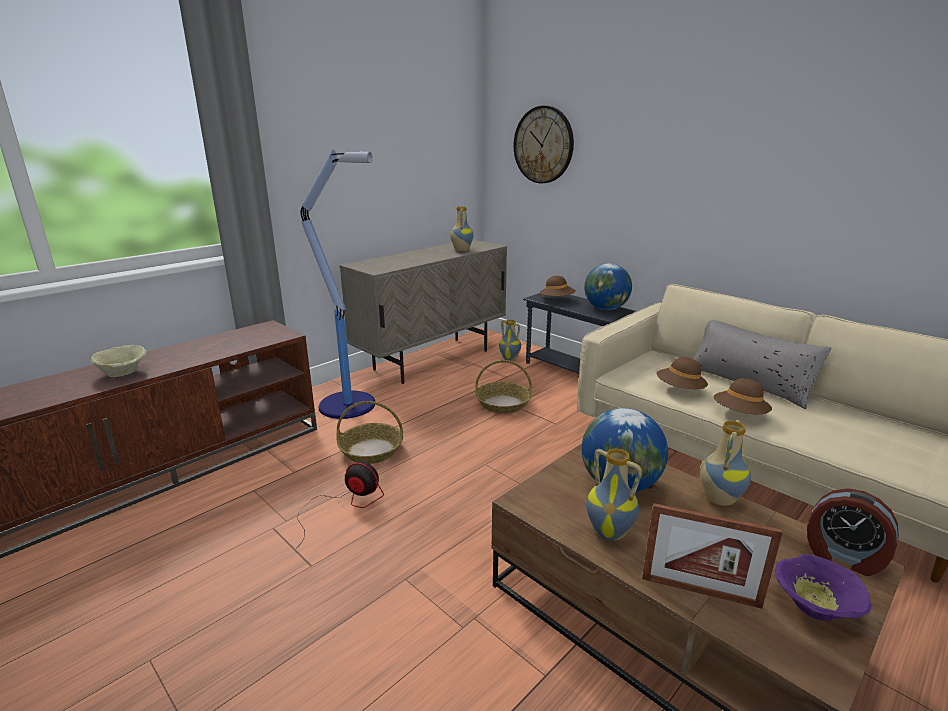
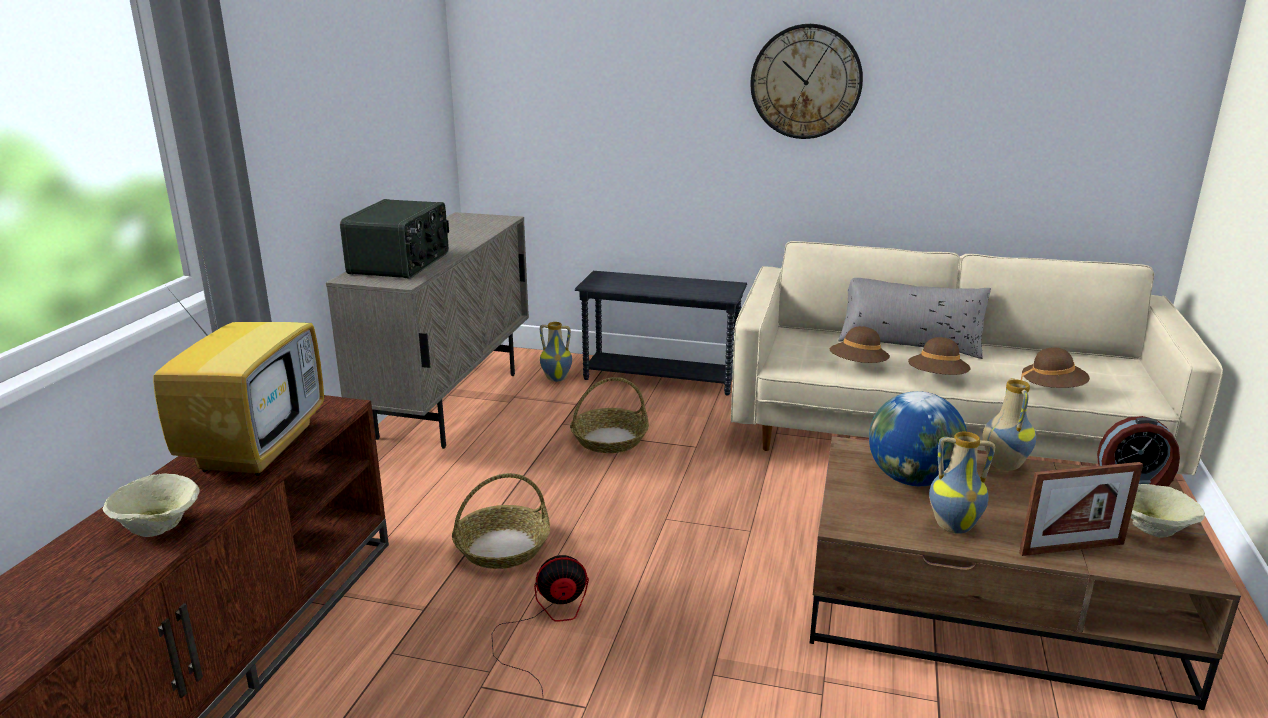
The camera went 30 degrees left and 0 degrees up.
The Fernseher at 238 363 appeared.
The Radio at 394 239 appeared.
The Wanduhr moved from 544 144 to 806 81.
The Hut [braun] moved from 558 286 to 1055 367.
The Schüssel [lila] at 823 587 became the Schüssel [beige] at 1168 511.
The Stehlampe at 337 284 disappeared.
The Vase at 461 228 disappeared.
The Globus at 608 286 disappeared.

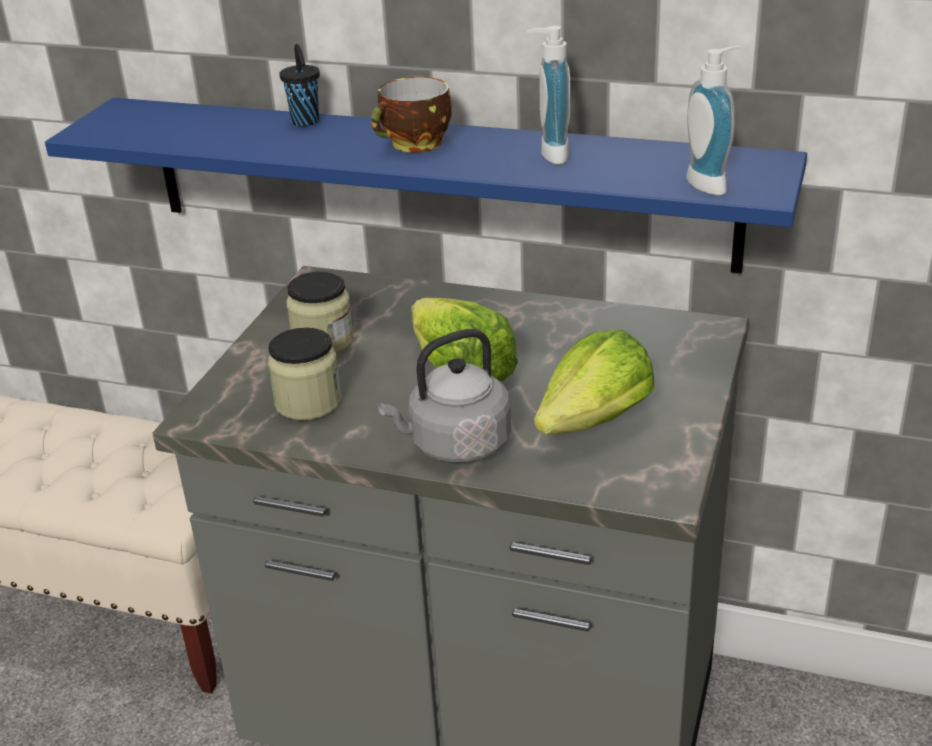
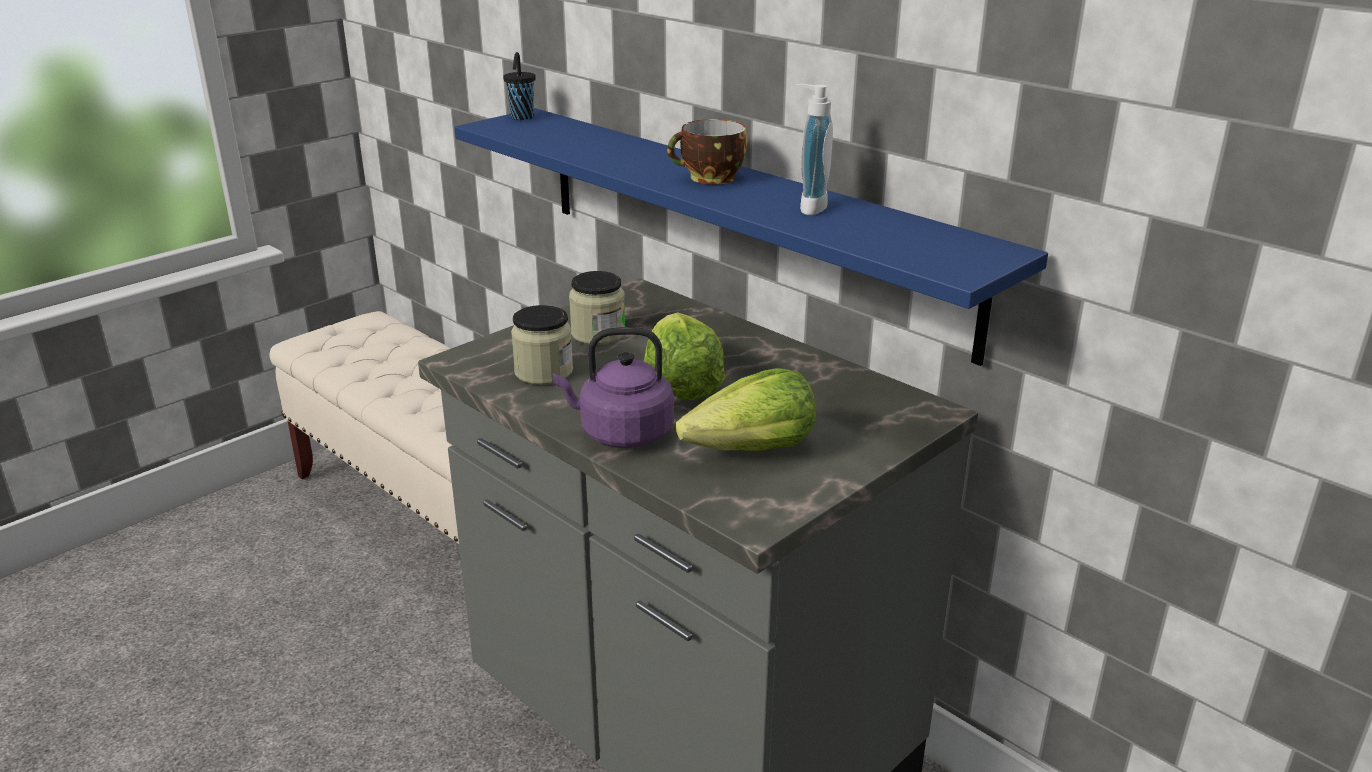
The camera went 25 degrees right and 5 degrees down.
The Tasse [schwarz] moved from 299 85 to 519 86.
The Wasserkessel [grau] at 444 396 became the Wasserkessel [lila] at 613 387.
The Seifenspender at 713 120 disappeared.

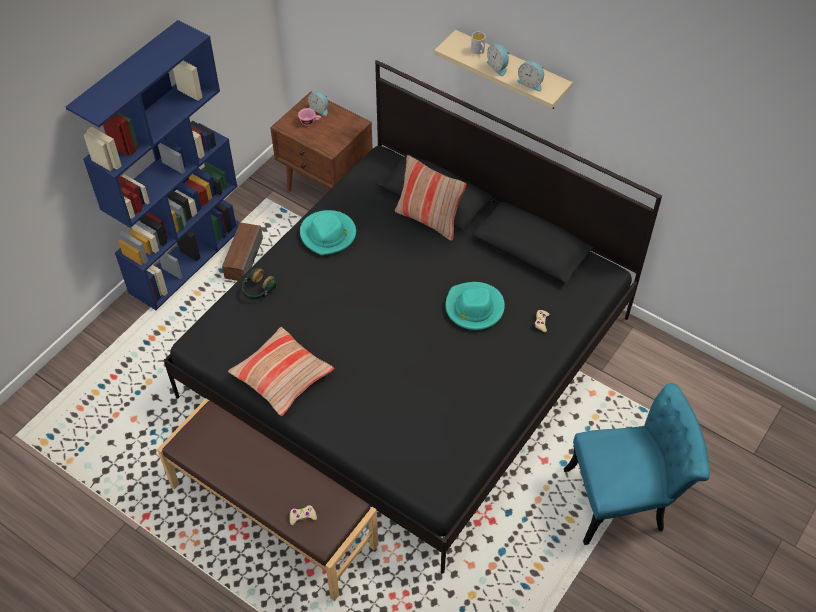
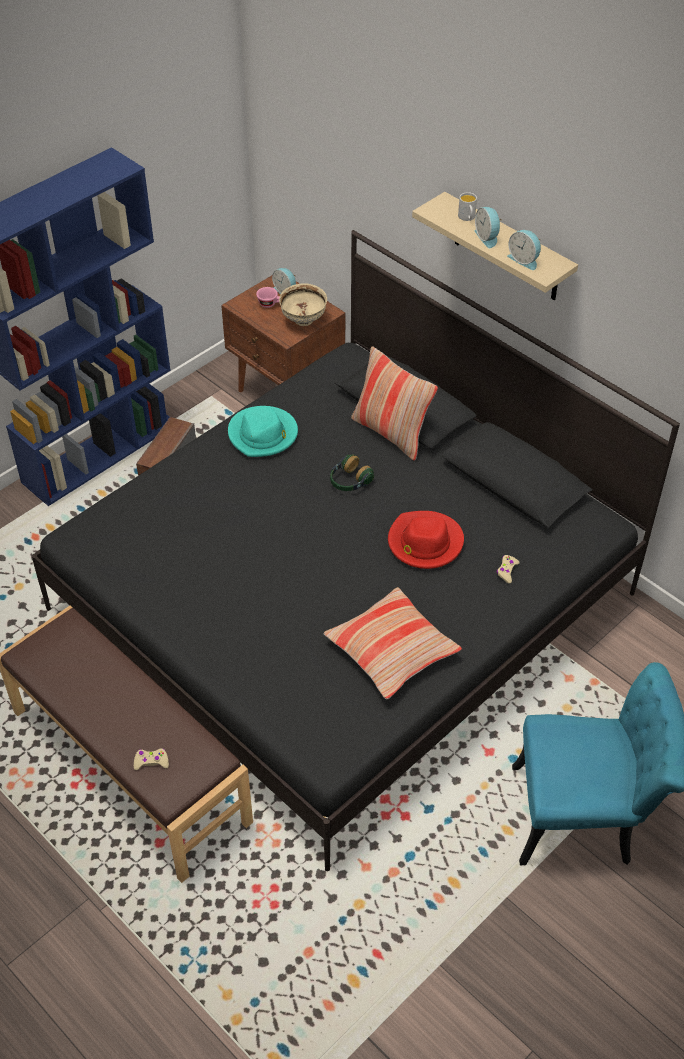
The camera went 10 degrees right and 5 degrees down.
The Schüssel [beige] at 303 304 appeared.
The Kissen moved from 281 371 to 392 643.
The Kopfhörer moved from 259 283 to 352 472.
The Hut [türkis] at 475 306 became the Hut [rot] at 426 540.

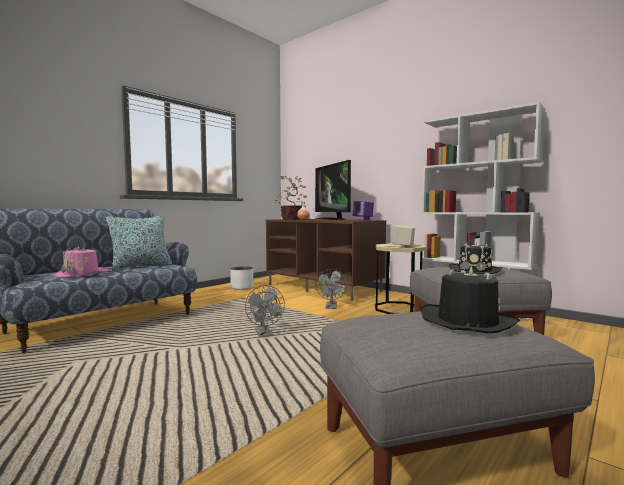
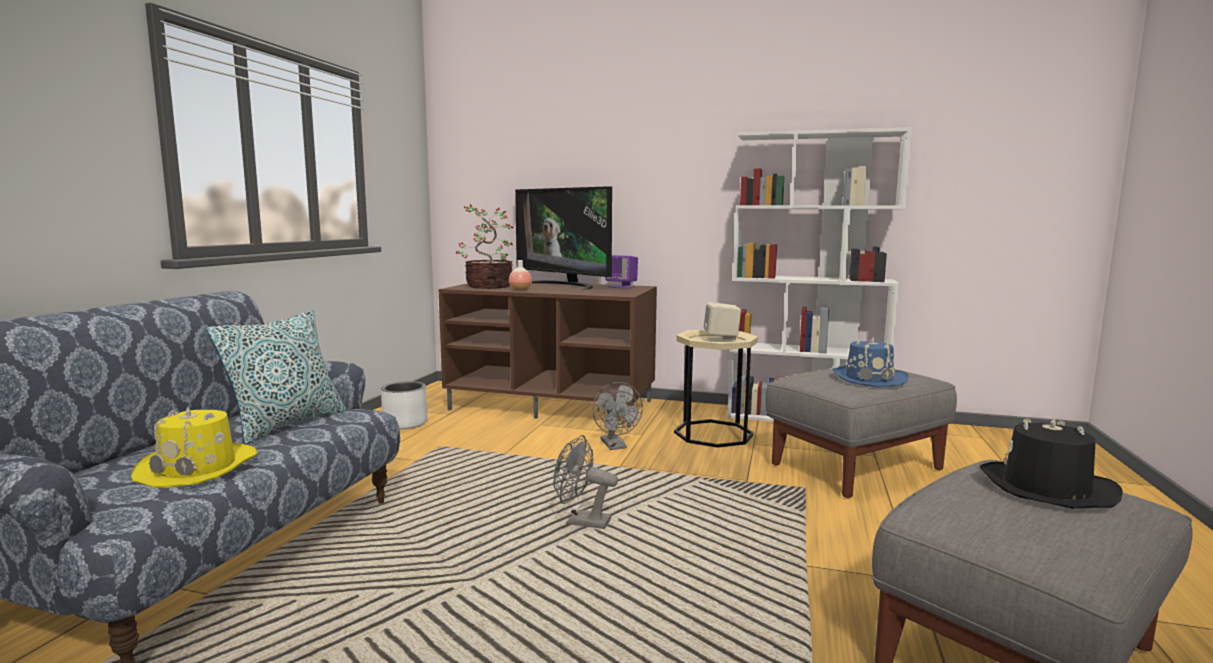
The camera went 25 degrees left and 5 degrees up.
The Hut [rosa] at 81 262 became the Hut [gelb] at 194 447.
The Ventilator [grau] at 265 311 turned 150 degrees clockwise.
The Hut [schwarz] at 475 257 became the Hut [blau] at 870 362.

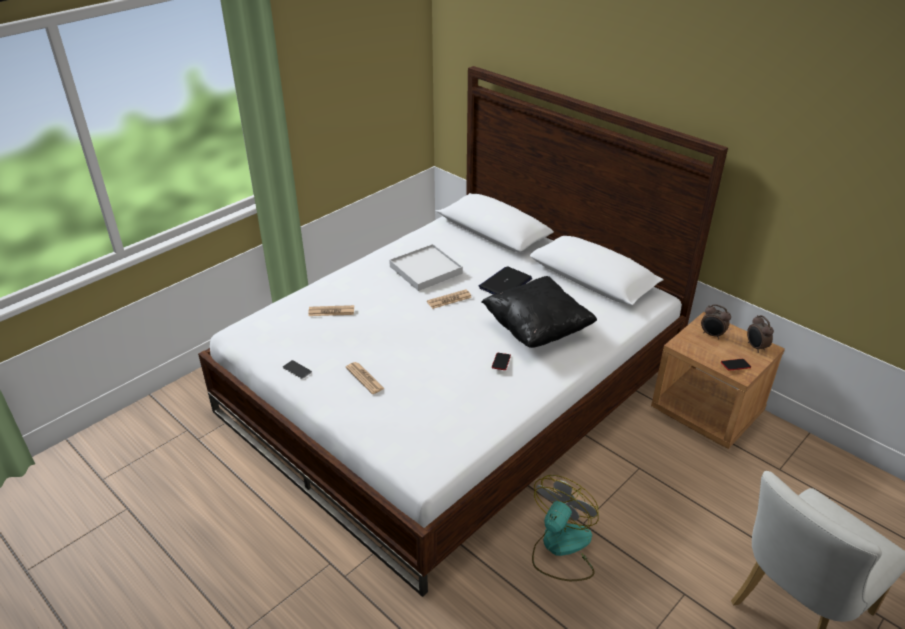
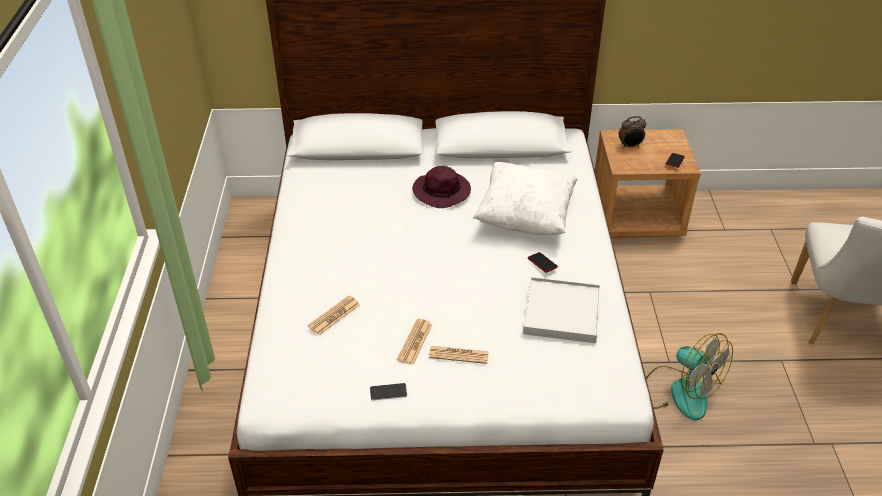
The camera went 45 degrees left and 5 degrees up.
The Zeitung moved from 449 299 to 415 342.
The Laptop at 505 280 was replaced by the Hut [lila] at 441 187.
The Kissen [schwarz] at 539 312 became the Kissen [weiß] at 525 198.
The Tablett [weiß] moved from 426 267 to 561 310.
The Ventilator at 565 528 turned 150 degrees clockwise.
The Wecker at 760 334 disappeared.

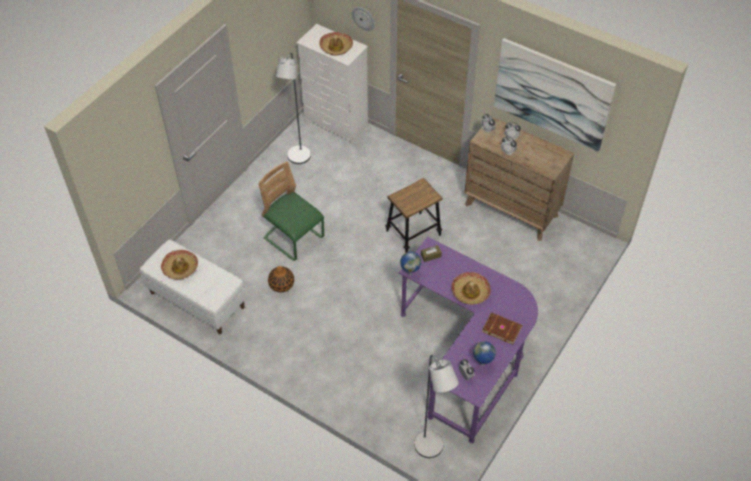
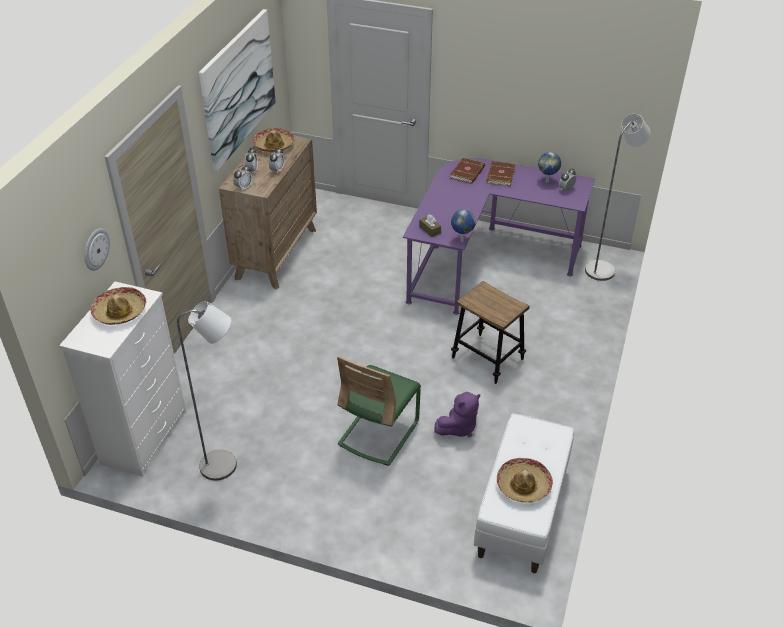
The camera went 105 degrees left and 10 degrees down.
The Hut moved from 471 288 to 273 140.
The Vase at 281 279 was replaced by the Plüschtier [lila] at 457 414.
The Buch [braun] at 467 171 appeared.
The Hocker moved from 413 215 to 490 332.

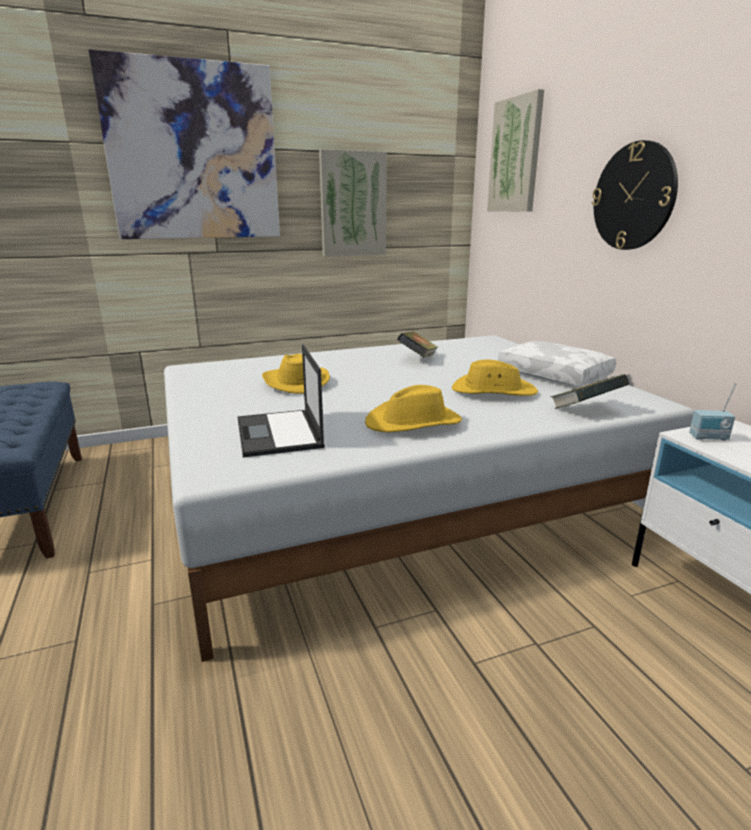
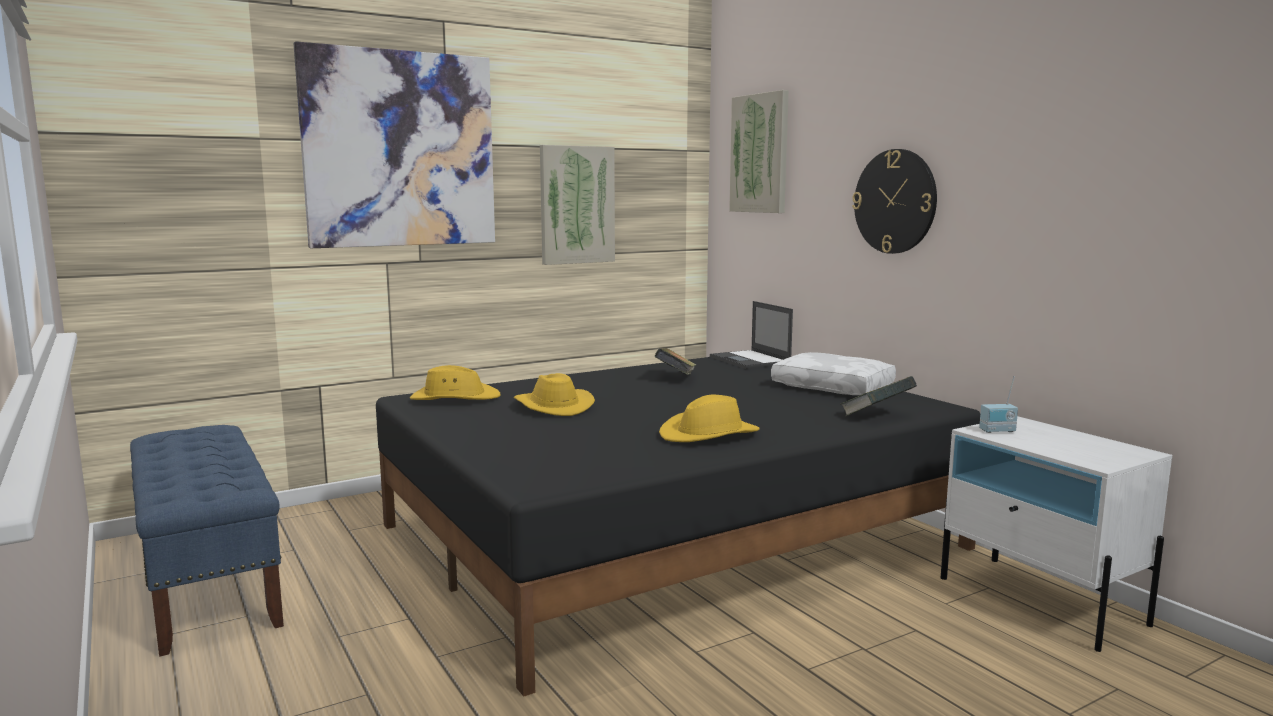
The camera went 10 degrees left and 10 degrees down.
The Bett [weiß] at 429 498 became the Bett [schwarz] at 678 527.
The Hut [gelb] moved from 495 378 to 455 382.
The Laptop moved from 281 400 to 751 335.

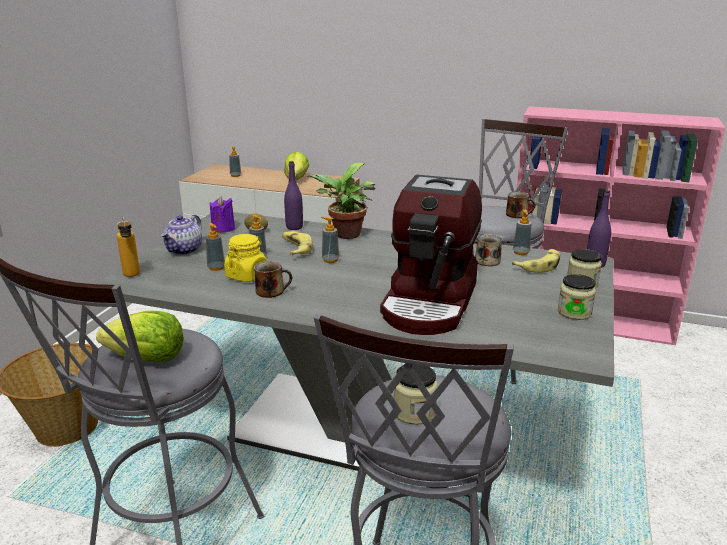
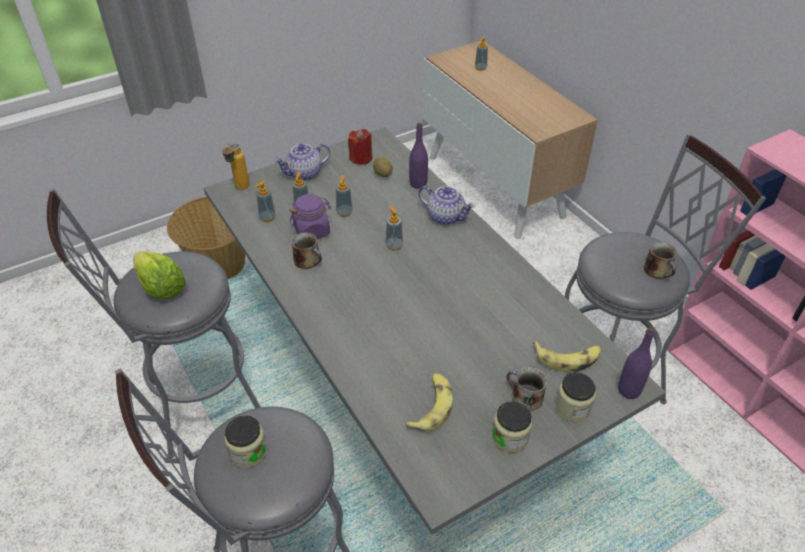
The camera went 40 degrees right and 20 degrees up.
The Seifenspender moved from 522 232 to 265 201.
The Vorratsglas [gelb] at 245 258 became the Vorratsglas [lila] at 311 216.
The Kerze [lila] at 222 214 became the Kerze [rot] at 360 147.
The Banane moved from 297 243 to 429 402.
The Topfpflanze at 341 201 was replaced by the Teekanne at 446 205.
The Henkelbecher moved from 487 250 to 527 389.
The Salatkopf at 296 166 disappeared.
The Kaffeemaschine at 431 255 disappeared.

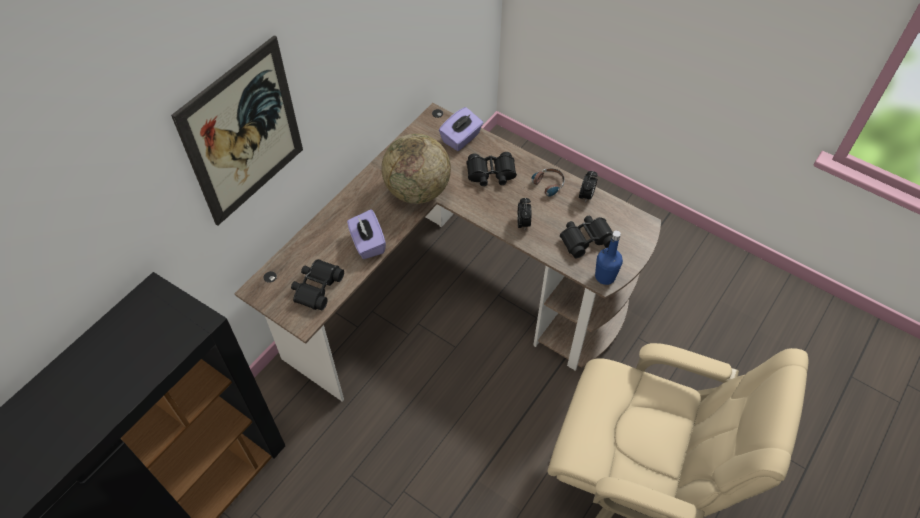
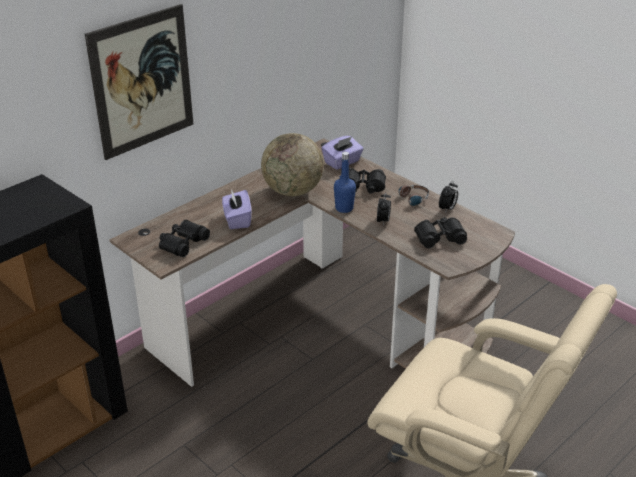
The camera went 10 degrees right and 20 degrees down.
The Flasche [blau] moved from 609 257 to 345 182.

